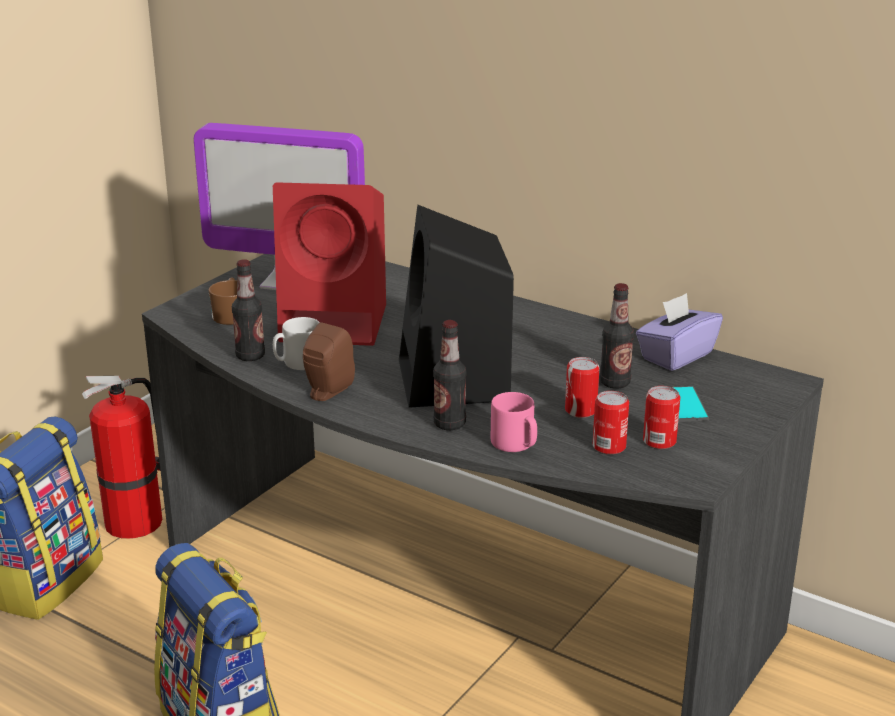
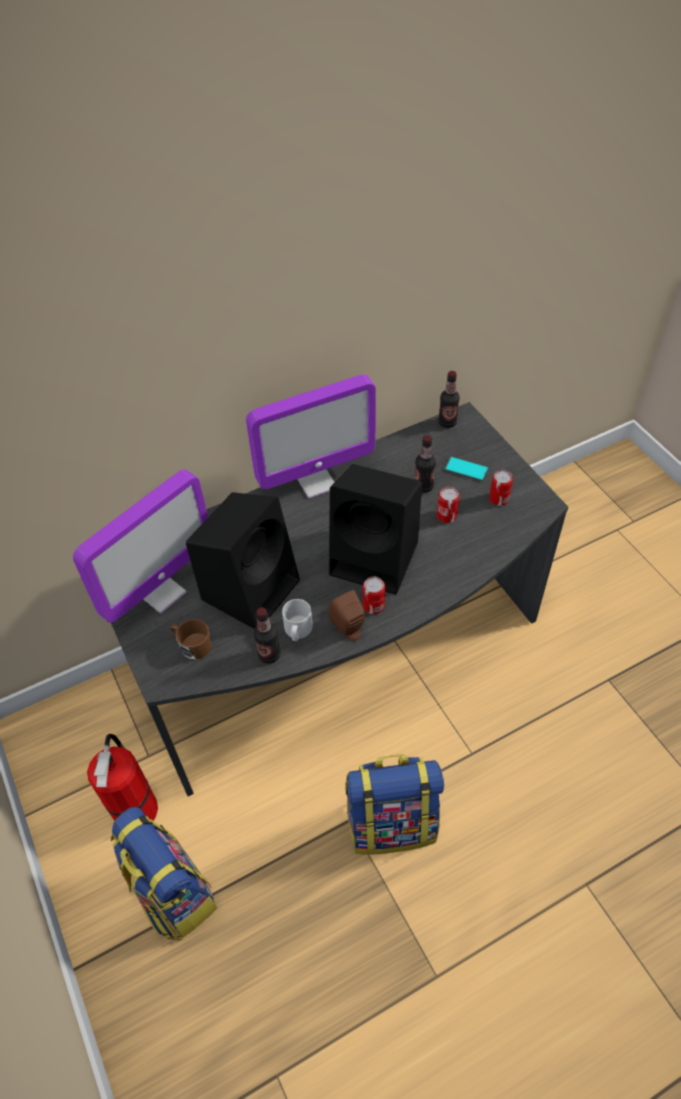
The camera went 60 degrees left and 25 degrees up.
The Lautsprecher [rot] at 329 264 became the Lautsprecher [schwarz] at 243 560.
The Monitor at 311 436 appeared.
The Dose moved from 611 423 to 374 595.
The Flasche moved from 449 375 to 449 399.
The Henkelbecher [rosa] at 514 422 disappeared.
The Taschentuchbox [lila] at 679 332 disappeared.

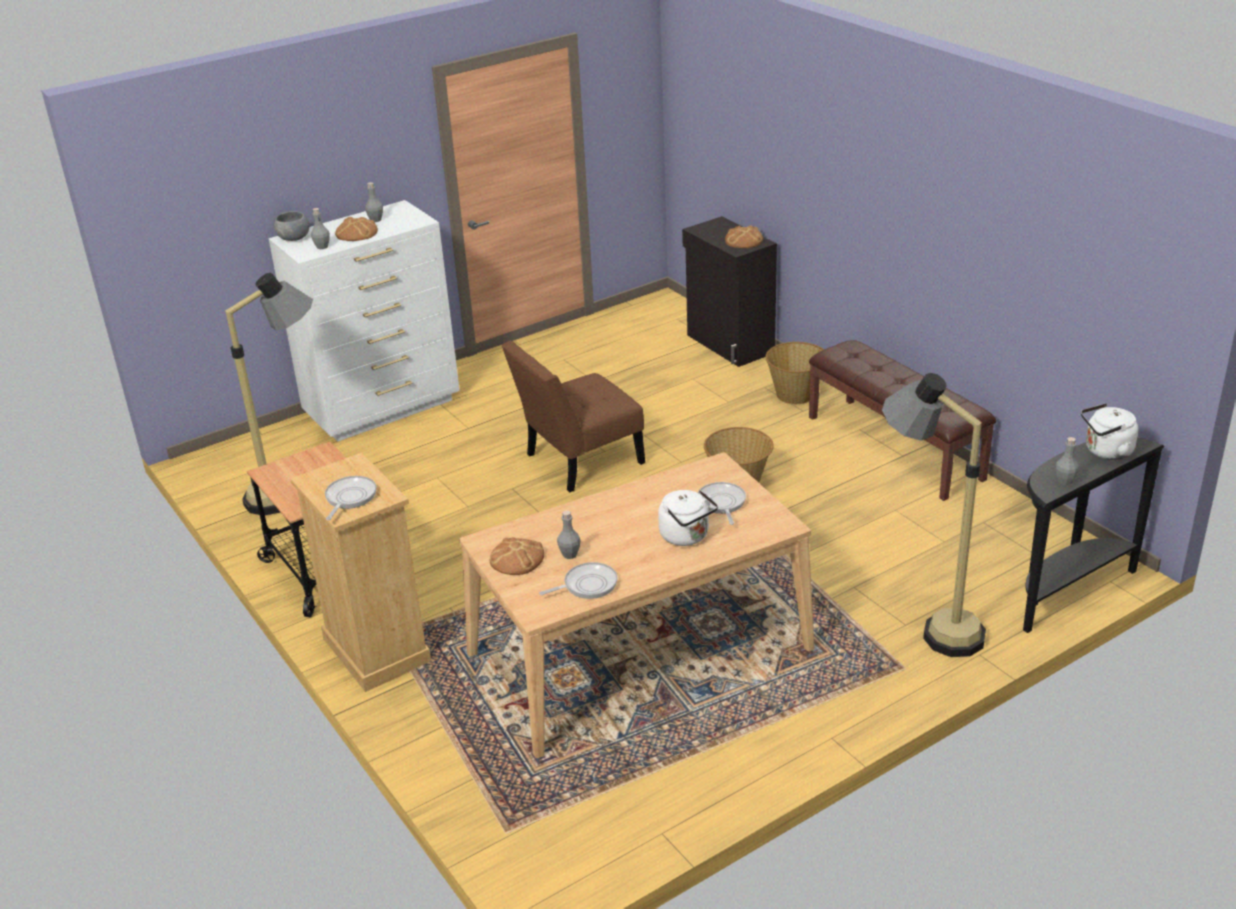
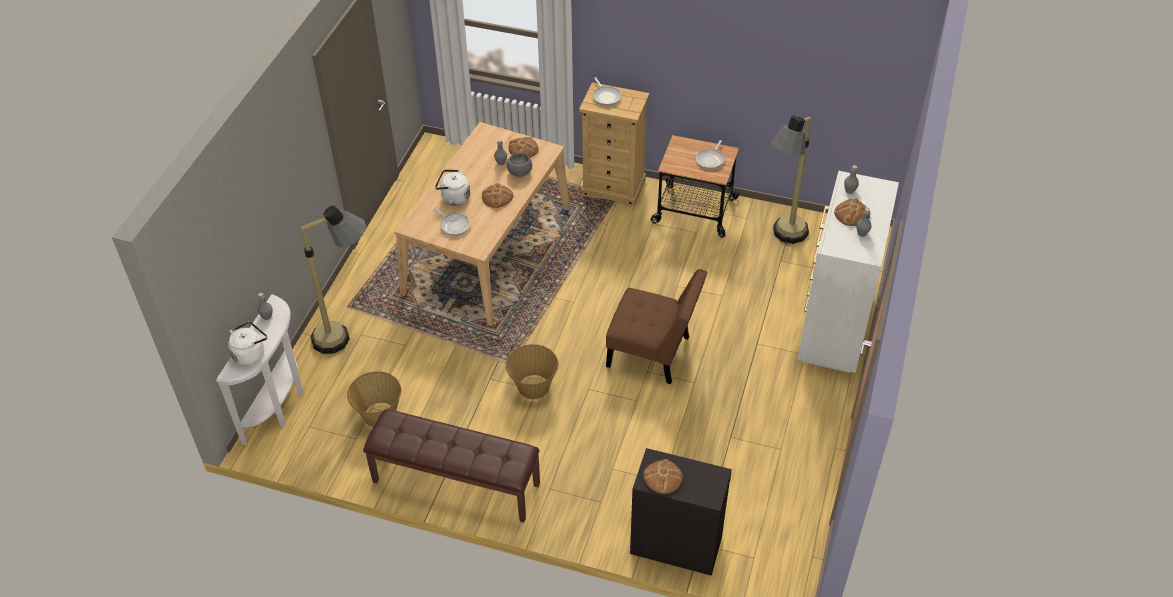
The camera went 140 degrees right and 15 degrees up.
The Konsolentisch [schwarz] at 1093 535 became the Konsolentisch [weiß] at 260 369.
The Korb moved from 794 373 to 374 399.
The Brot at 498 195 appeared.
The Schüssel [grau] moved from 291 226 to 519 164.
The Stuhl [braun] at 573 416 turned 90 degrees clockwise.
The Pfanne moved from 578 580 to 710 154.

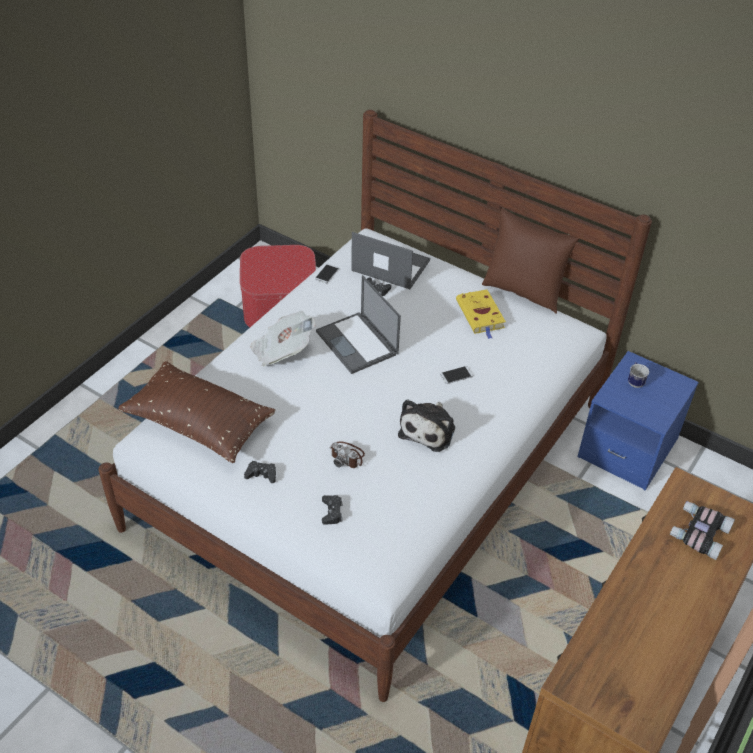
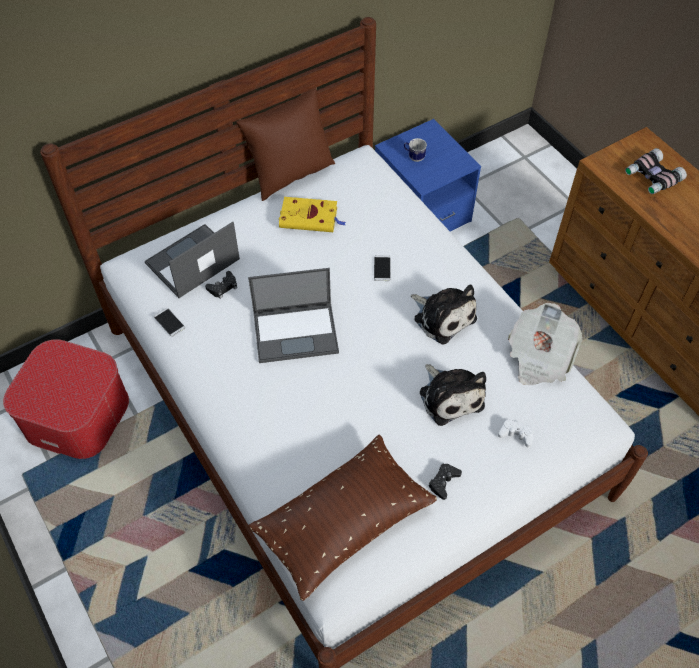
The camera went 65 degrees left and 10 degrees up.
The Kamera at 347 454 was replaced by the Plüschtier at 452 395.
The Gamepad [schwarz] at 332 510 became the Gamepad [weiß] at 515 432.
The Zeitung moved from 283 338 to 545 344.

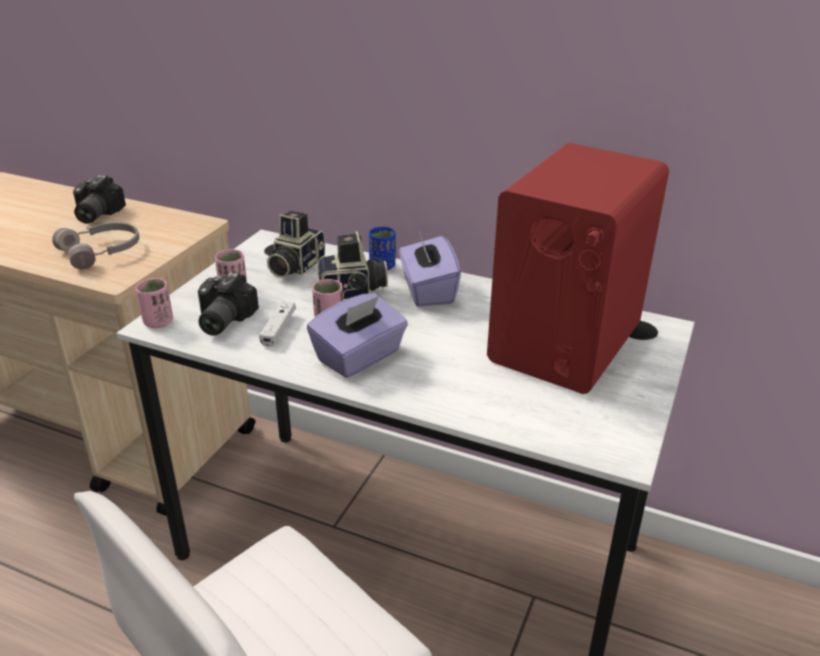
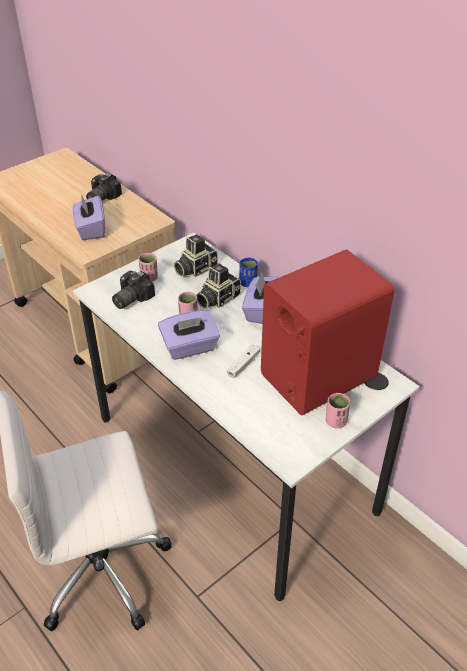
The camera went 25 degrees right and 10 degrees up.
The Kopfhörer [grau] at 95 246 was replaced by the Taschentuchbox [lila] at 89 217.
The Kamera at 353 265 turned 120 degrees clockwise.
The Gamepad [weiß] moved from 277 324 to 243 361.
The Tasse [rosa] moved from 154 303 to 338 411.

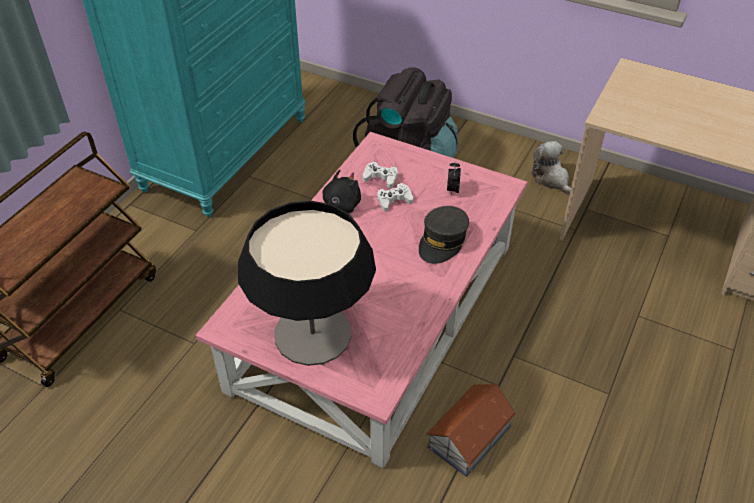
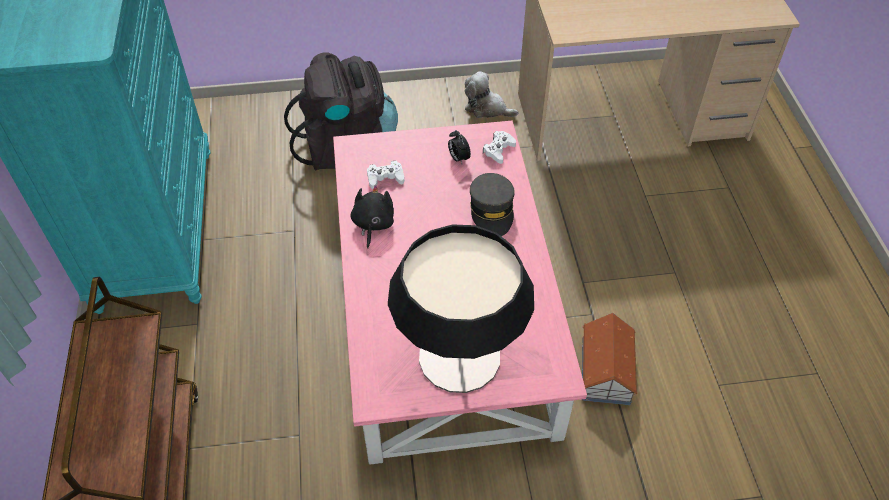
The camera went 35 degrees left and 5 degrees up.
The Gamepad [weiß] moved from 395 197 to 499 147.

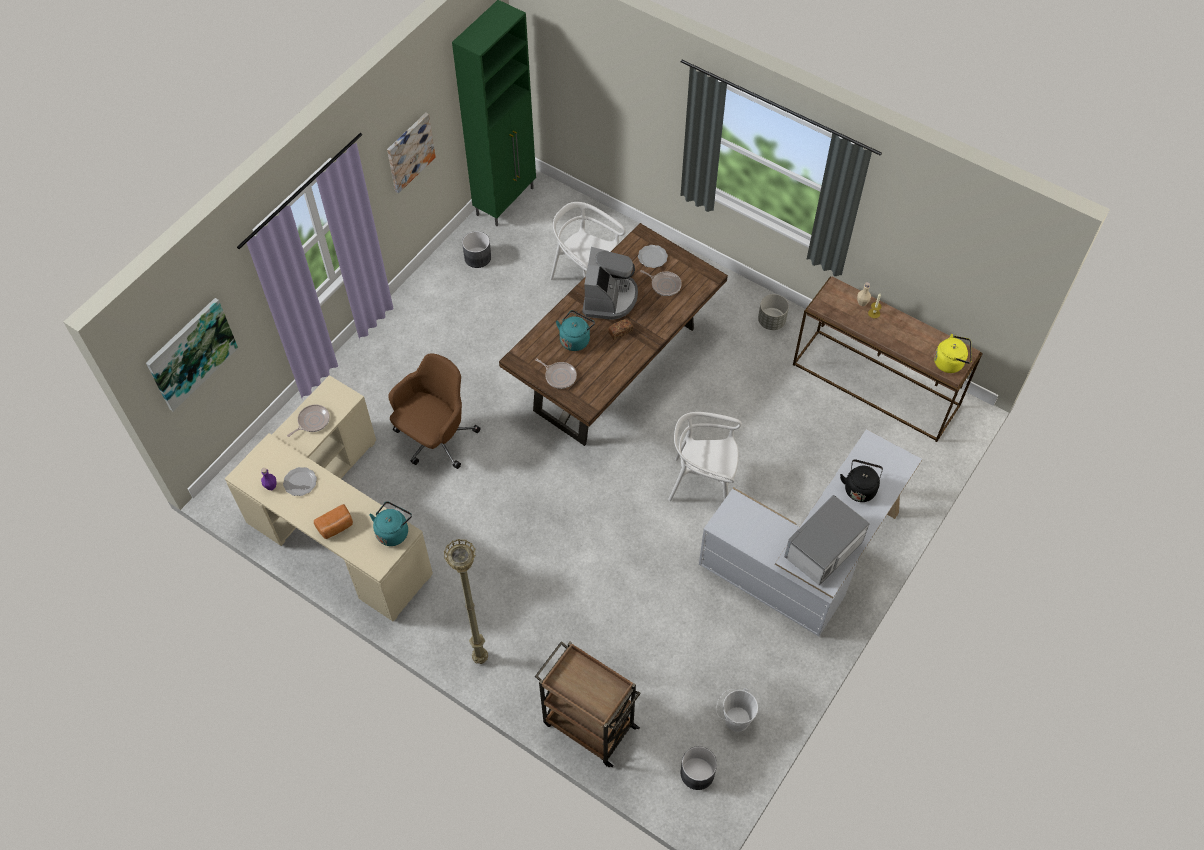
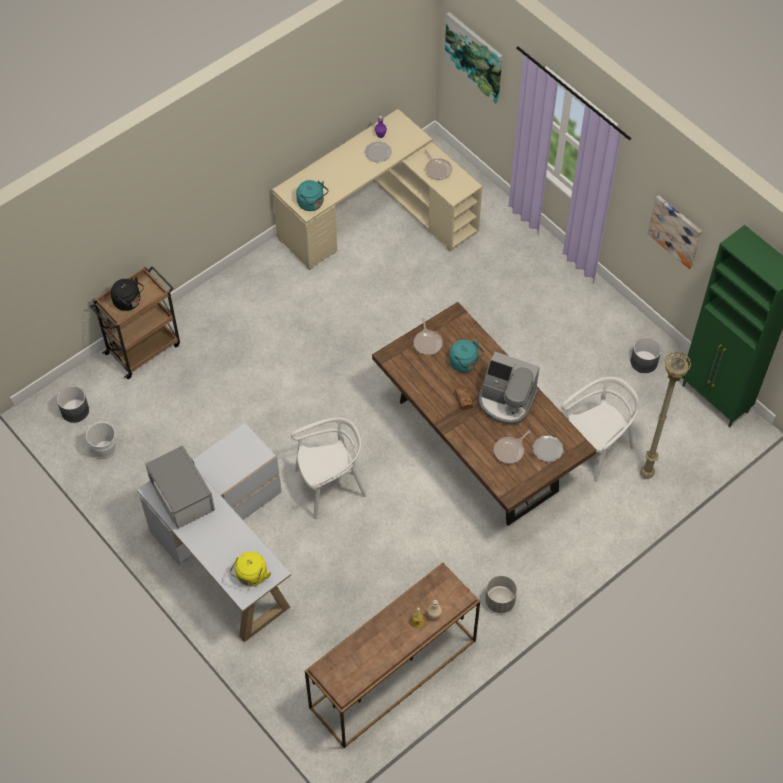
The camera went 105 degrees right and 0 degrees up.
The Wasserkessel [schwarz] moved from 861 480 to 127 294.
The Wasserkessel [gelb] moved from 953 353 to 250 568.
The Stuhl [weiß] at 705 456 turned 45 degrees clockwise.
The Pfanne at 556 373 turned 60 degrees counterclockwise.
The Stehlampe [beige] moved from 466 601 to 665 415.
The Brot at 333 521 disappeared.
The Bürostuhl [braun] at 434 411 disappeared.

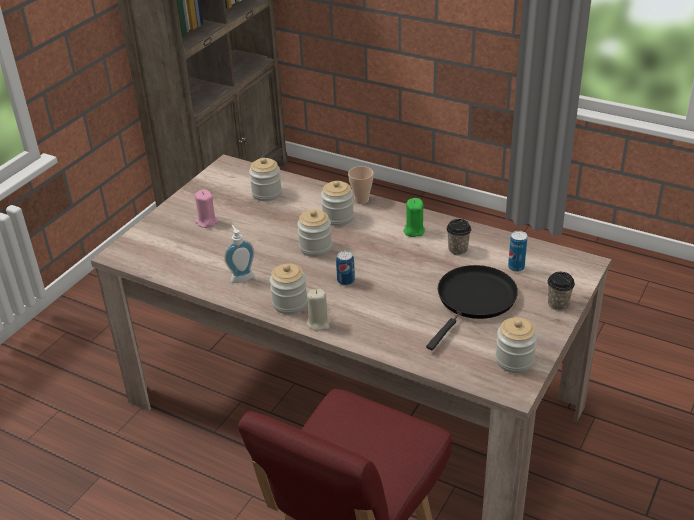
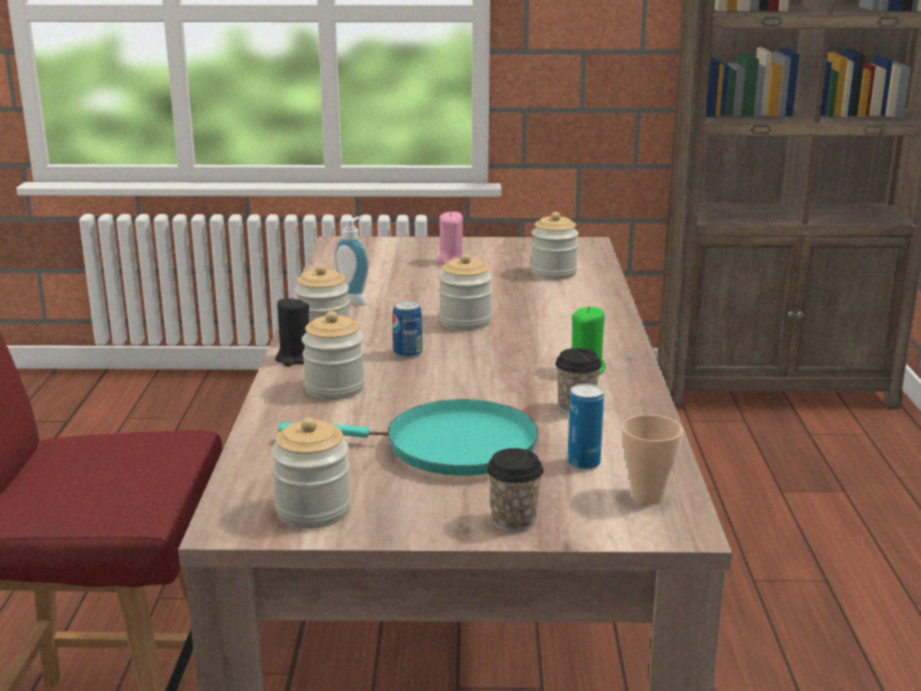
The camera went 60 degrees right and 15 degrees down.
The Kerze [beige] at 319 310 became the Kerze [schwarz] at 292 331.
The Pfanne [schwarz] at 472 307 became the Pfanne [türkis] at 408 437.
The Vorratsglas moved from 337 203 to 333 355.
The Tasse moved from 361 185 to 652 460.

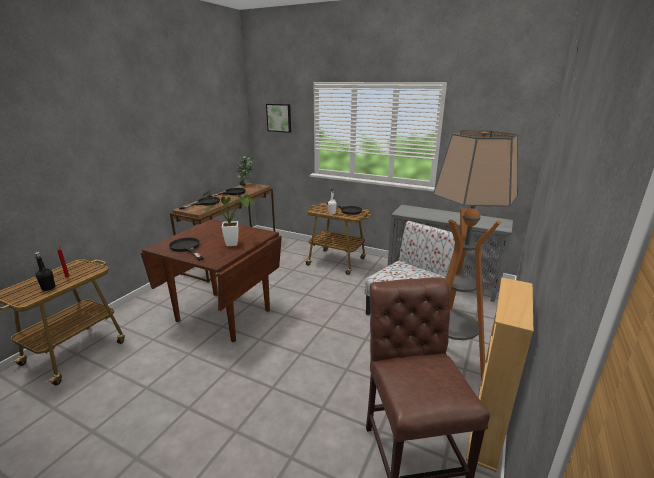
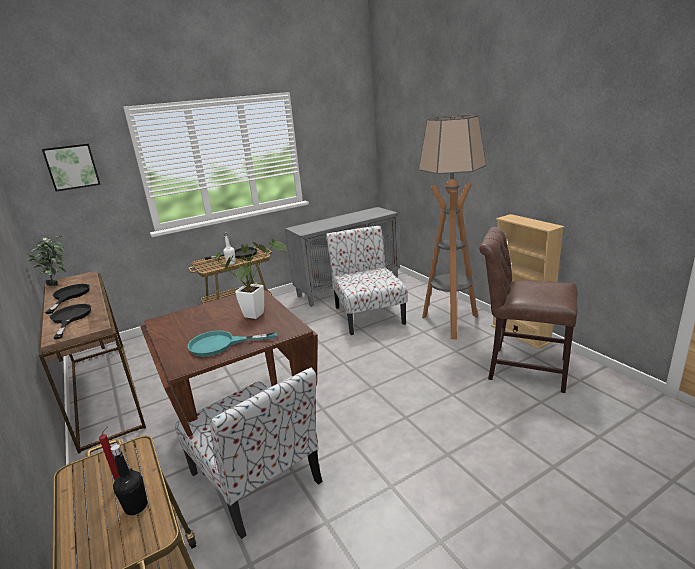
The camera went 55 degrees left and 0 degrees up.
The Stuhl at 249 453 appeared.
The Pfanne [schwarz] at 186 249 became the Pfanne [türkis] at 232 344.

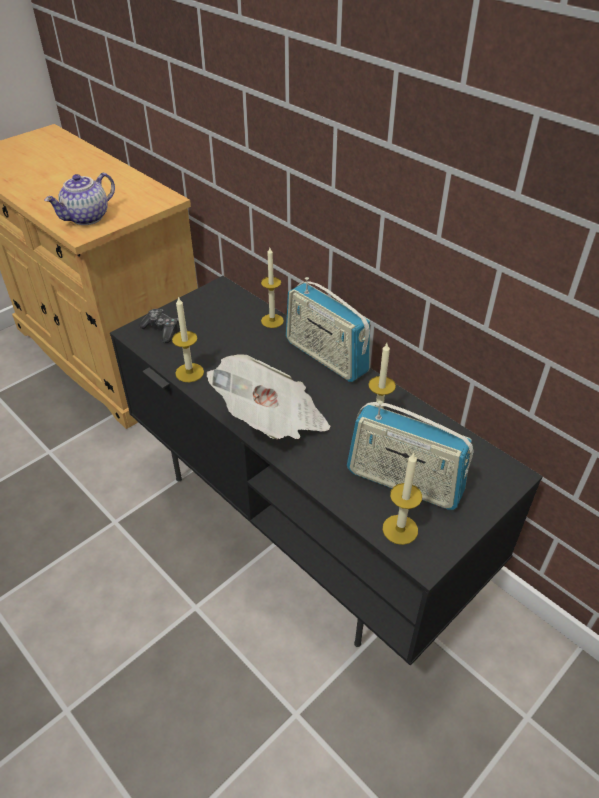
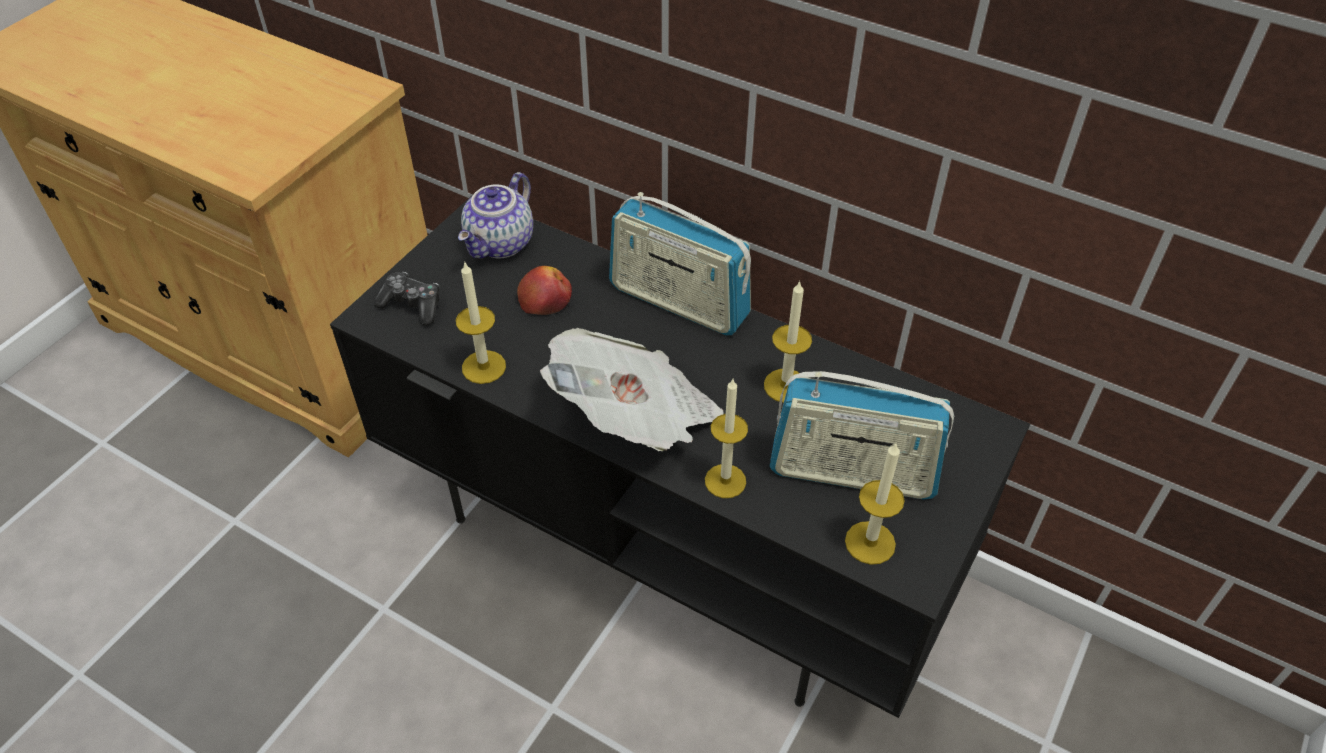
The camera went 15 degrees left and 5 degrees up.
The Teekanne moved from 79 199 to 495 215.
The Apfel at 544 290 appeared.
The Kerze moved from 272 288 to 726 438.

